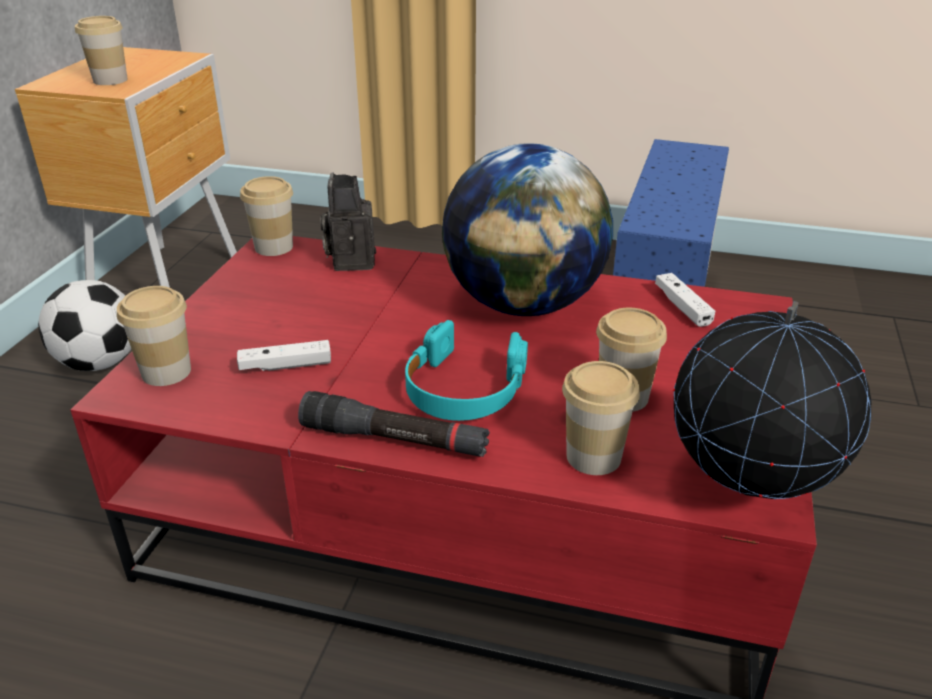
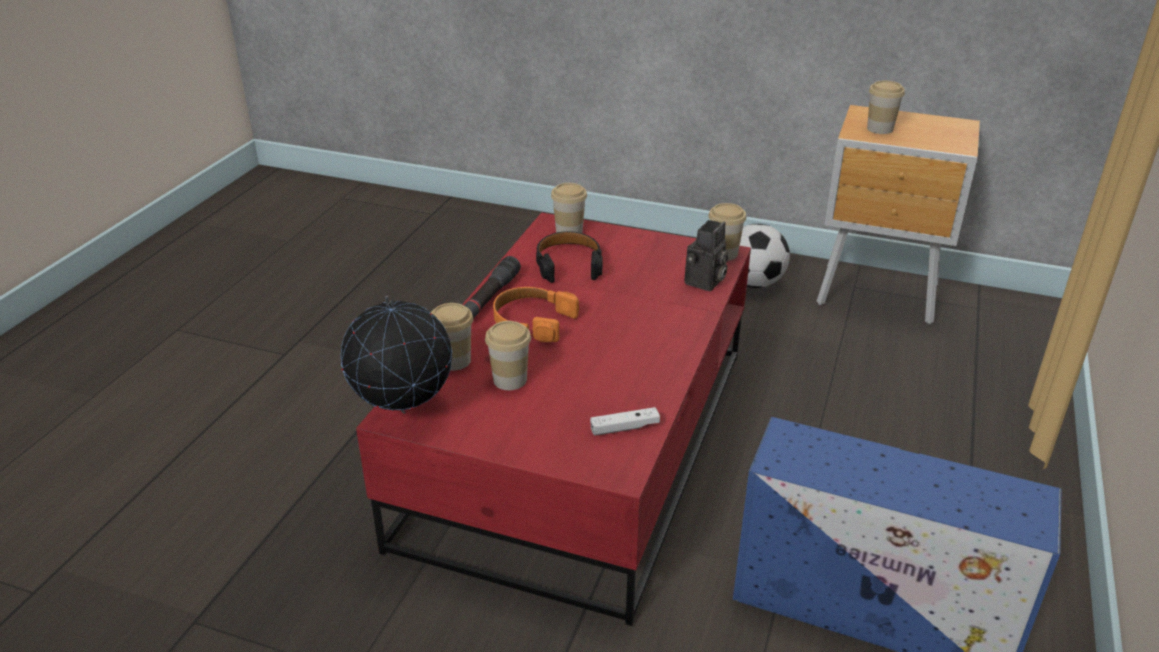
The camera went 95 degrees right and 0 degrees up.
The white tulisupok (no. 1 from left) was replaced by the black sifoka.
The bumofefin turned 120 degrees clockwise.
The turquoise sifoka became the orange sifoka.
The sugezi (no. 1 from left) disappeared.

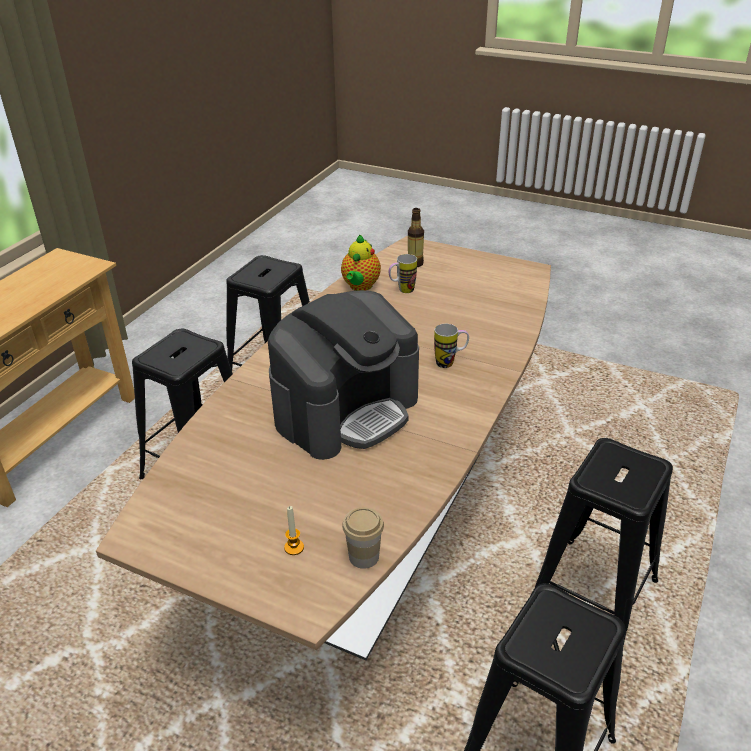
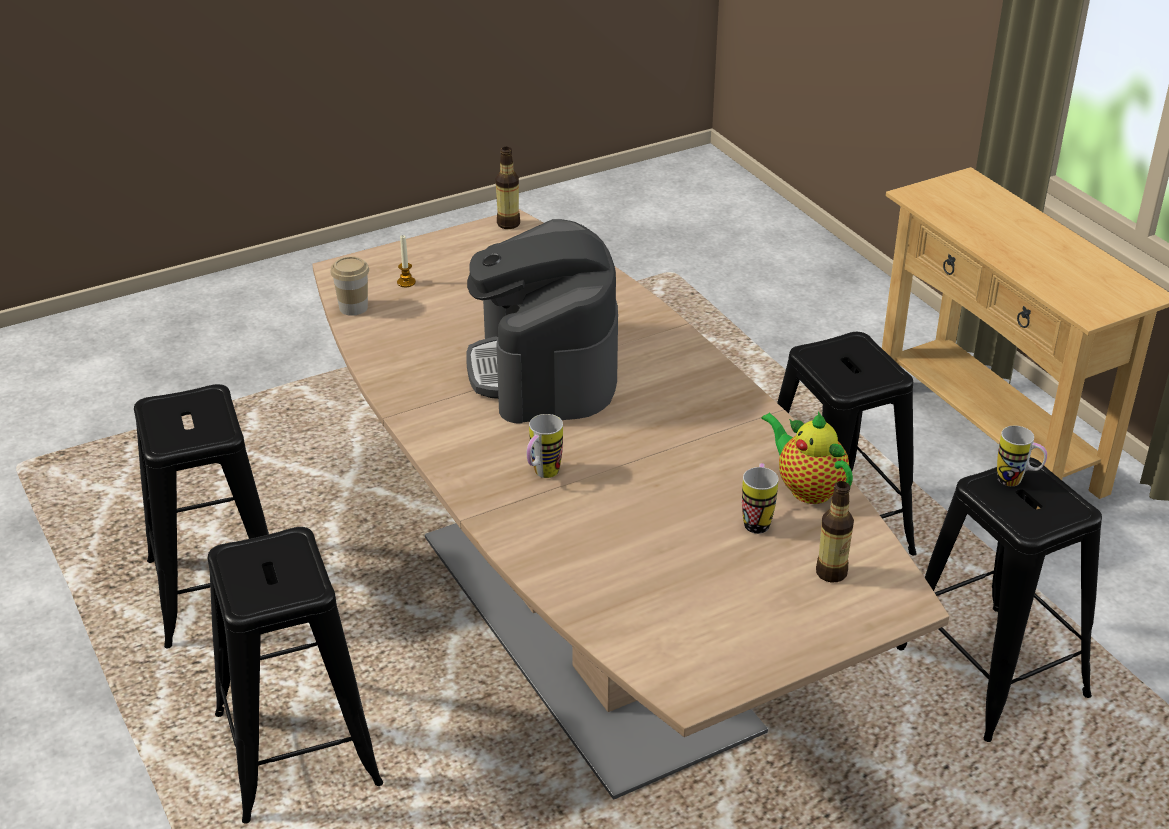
The camera went 125 degrees right and 0 degrees up.
The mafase (no. 1 from left) appeared.
The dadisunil (no. 3 from left) appeared.

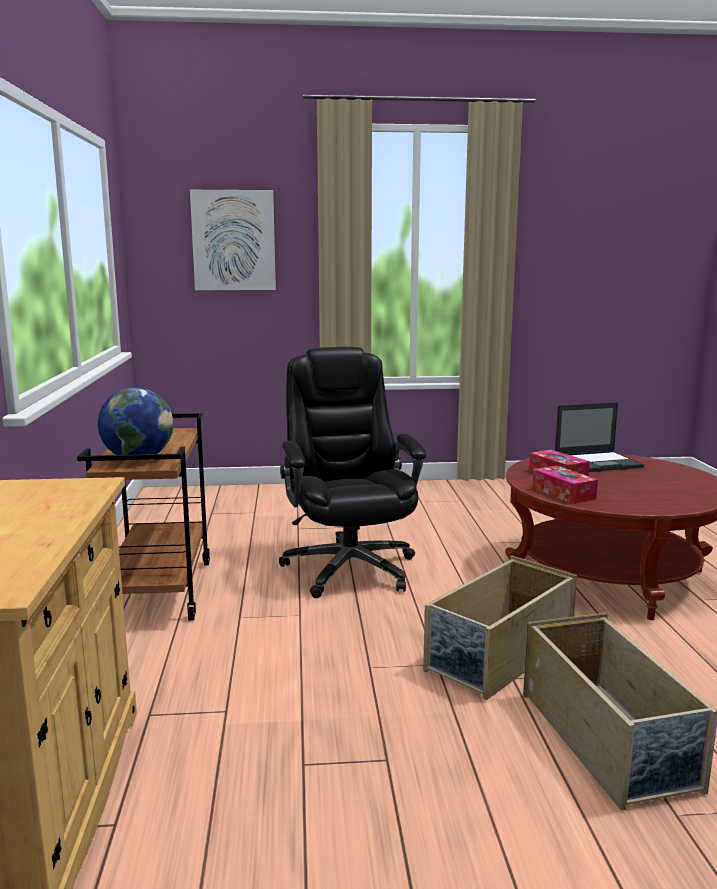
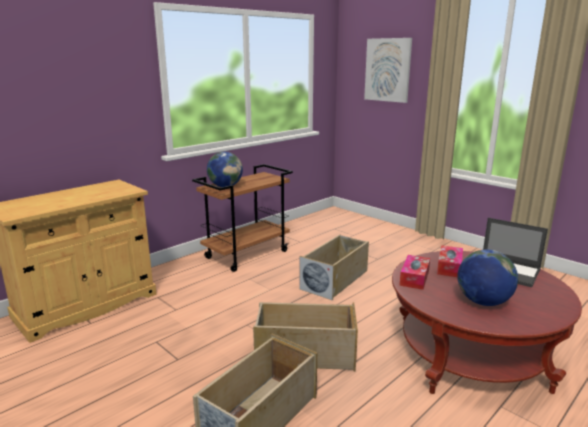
The camera went 50 degrees right and 5 degrees up.
The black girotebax was replaced by the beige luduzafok (no. 3 from left).
The sugezi (no. 2 from left) appeared.

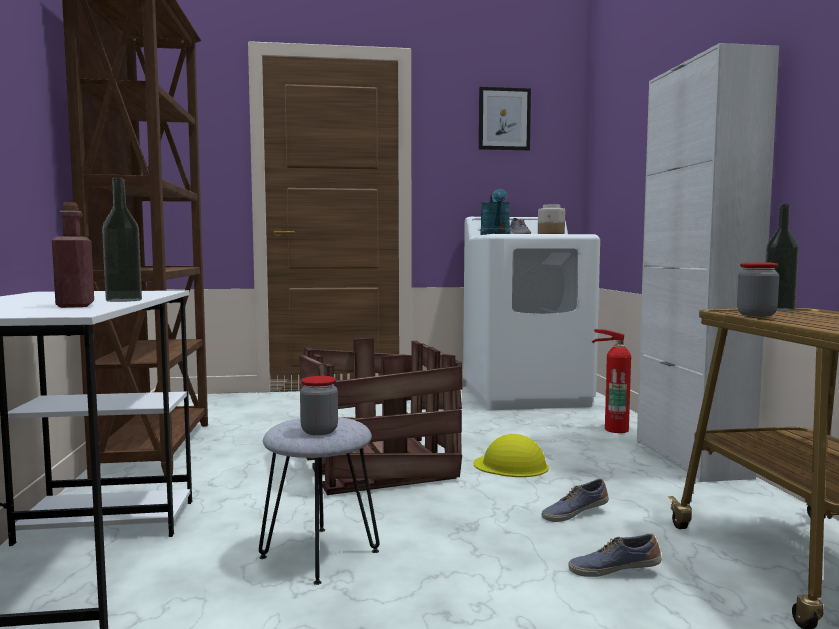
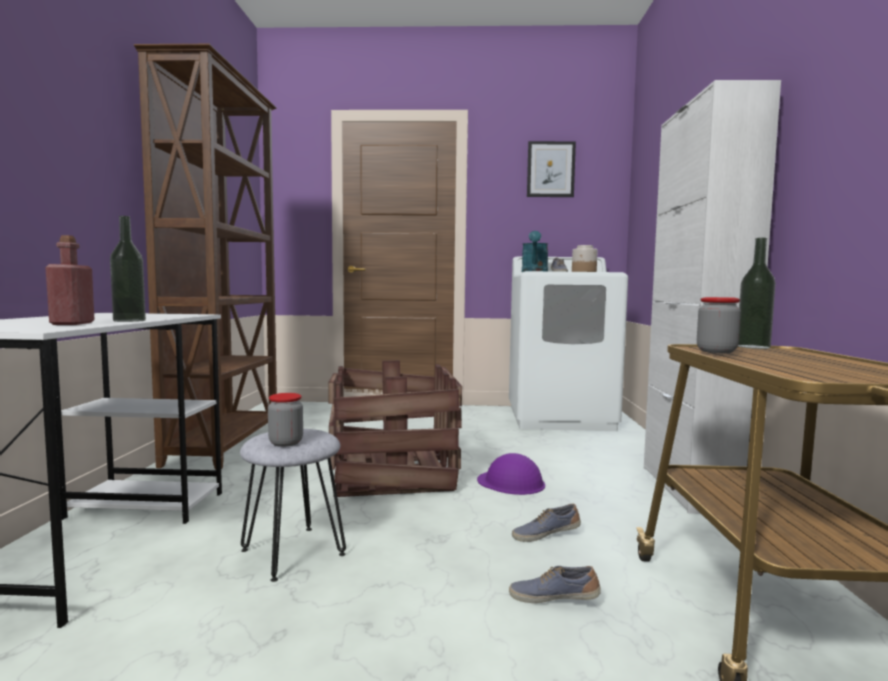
The camera went 10 degrees right and 0 degrees up.
The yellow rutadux became the purple rutadux.
The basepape disappeared.

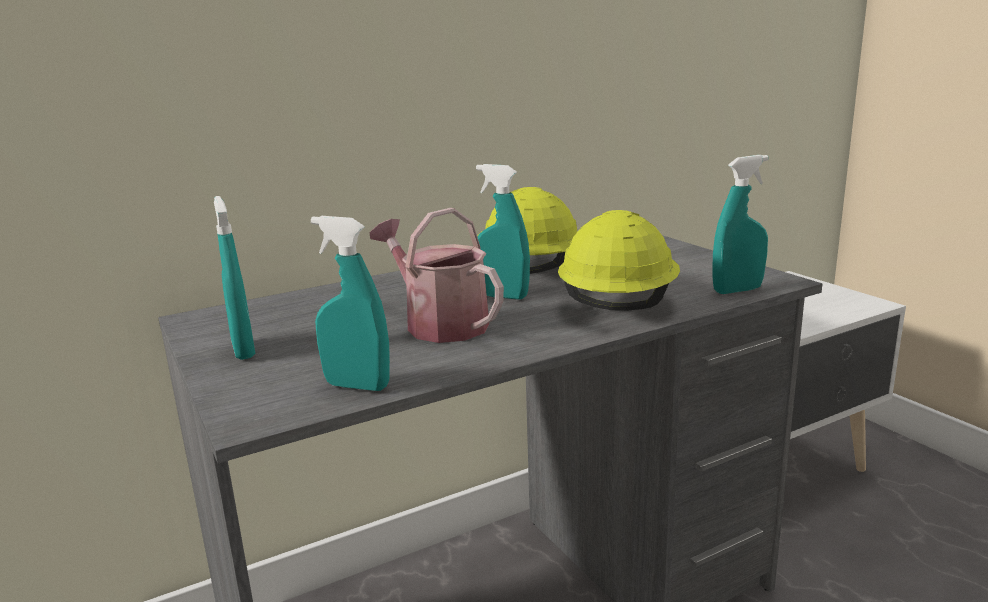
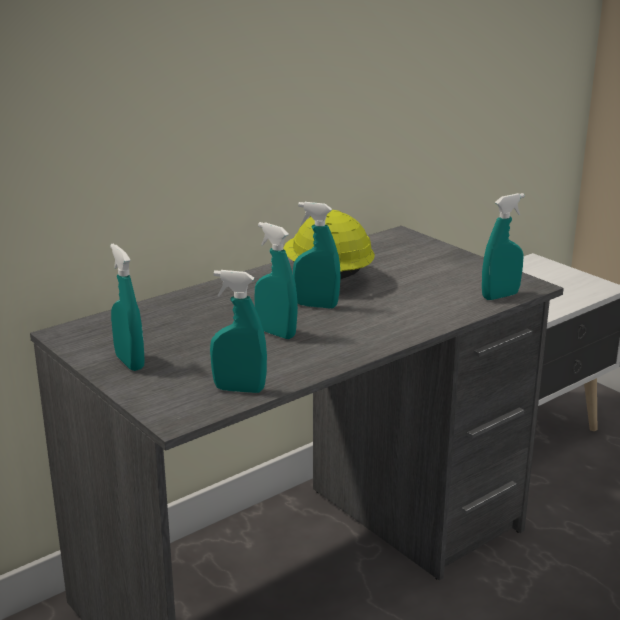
The camera went 10 degrees left and 5 degrees up.
The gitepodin was replaced by the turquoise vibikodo (no. 3 from left).
The yellow rutadux (no. 2 from left) disappeared.

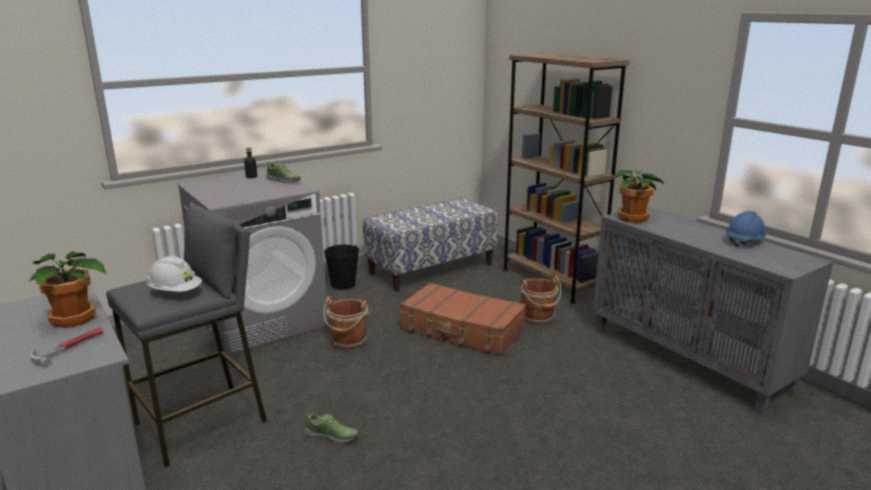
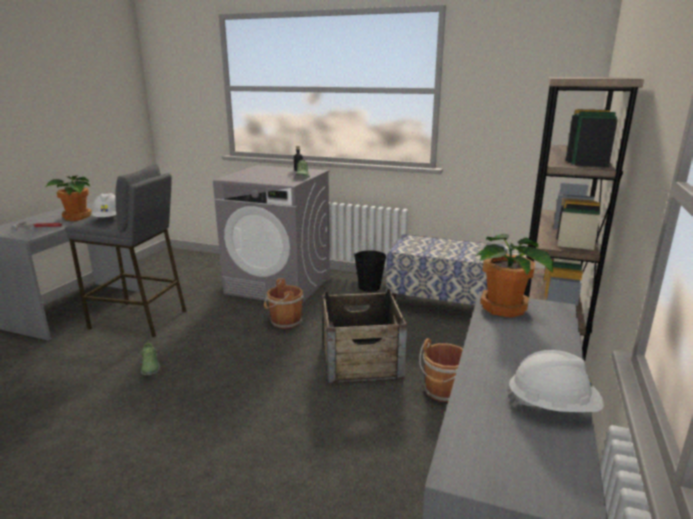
The camera went 55 degrees right and 0 degrees up.
The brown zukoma was replaced by the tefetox.
The blue rutadux became the white rutadux (no. 2 from left).

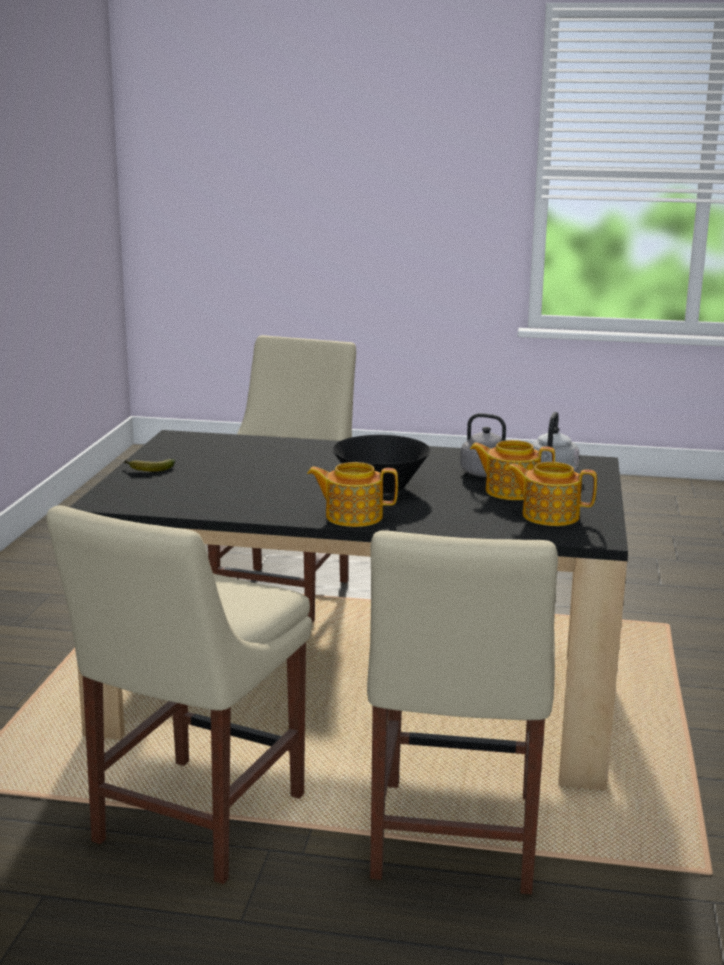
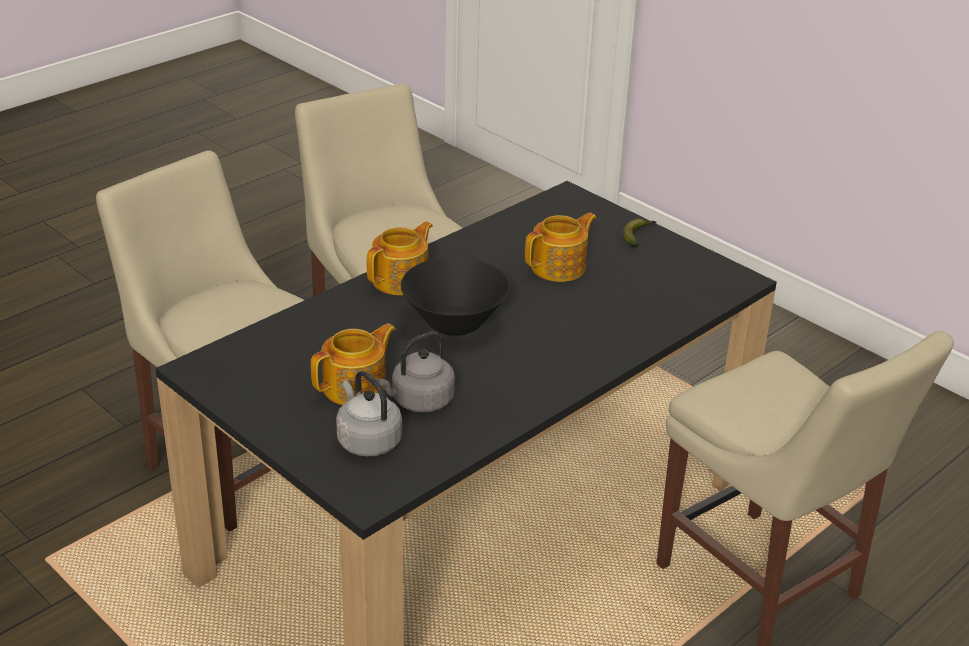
The camera went 125 degrees right and 15 degrees up.
The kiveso (no. 3 from left) moved.

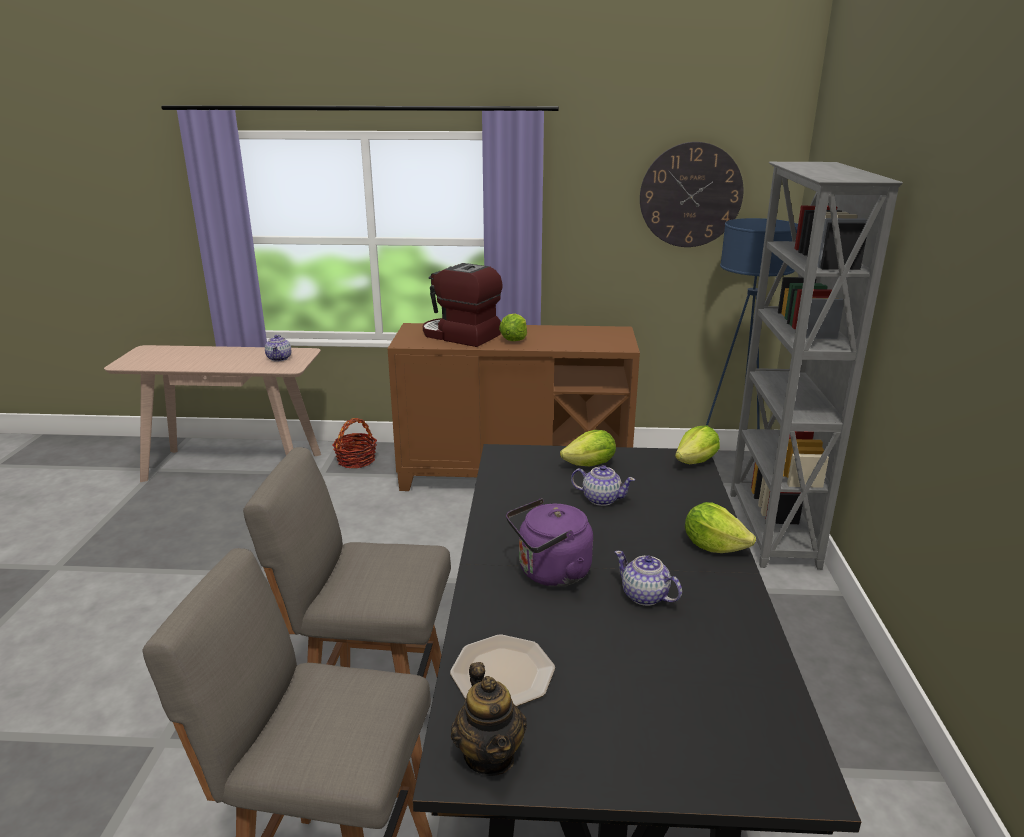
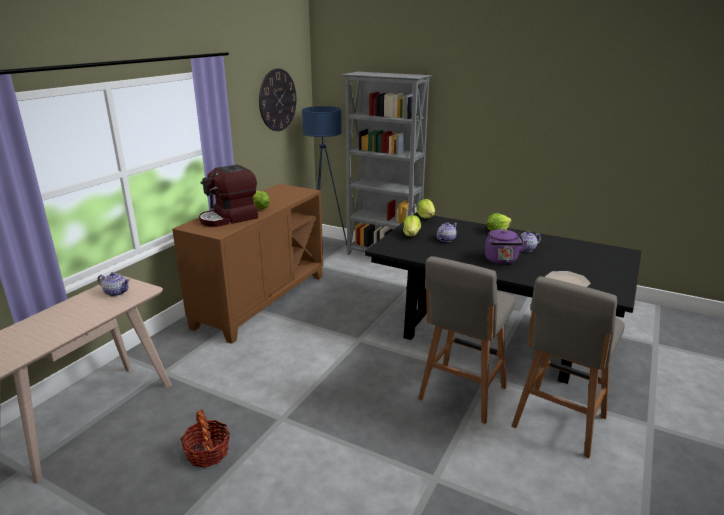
The camera went 65 degrees left and 0 degrees up.
The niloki moved.
The kiveso (no. 2 from left) disappeared.

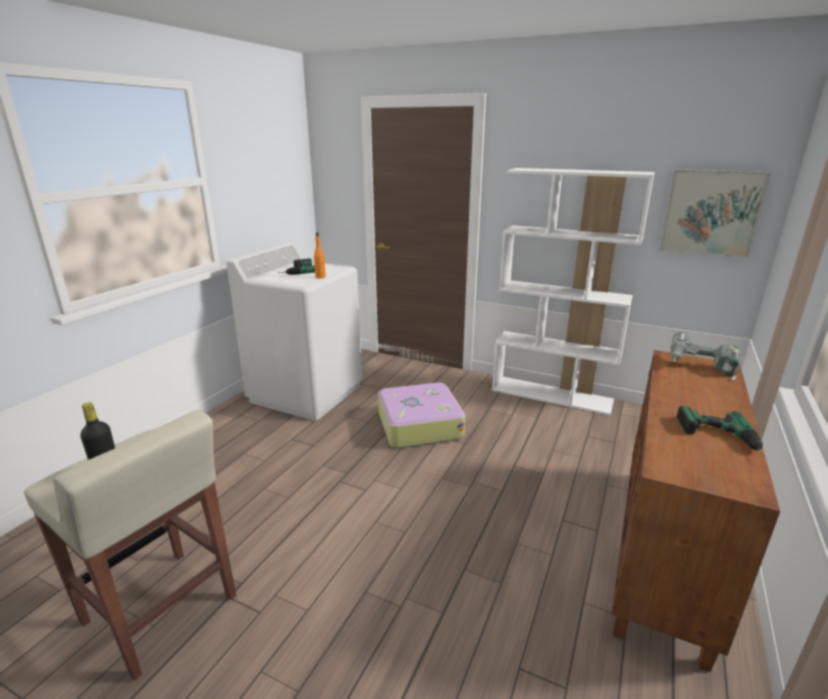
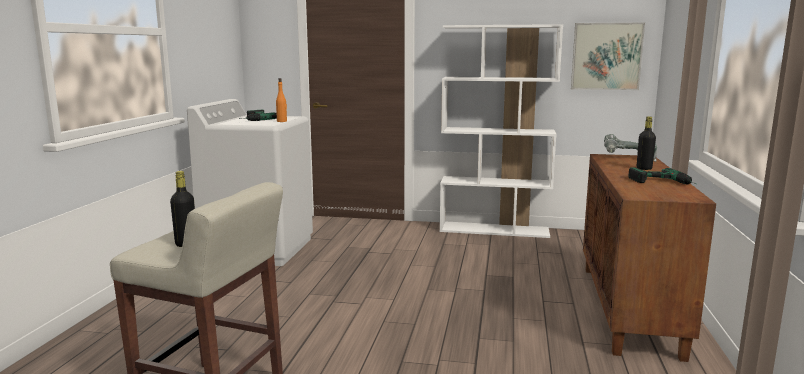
The camera went 15 degrees left and 10 degrees down.
The zukoma disappeared.
The black mafase (no. 2 from left) appeared.

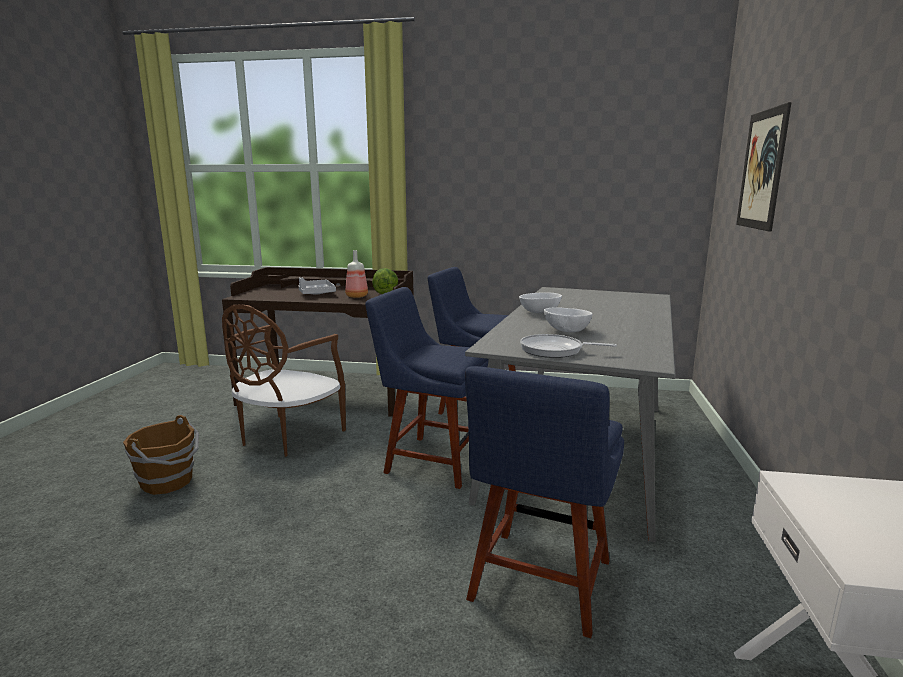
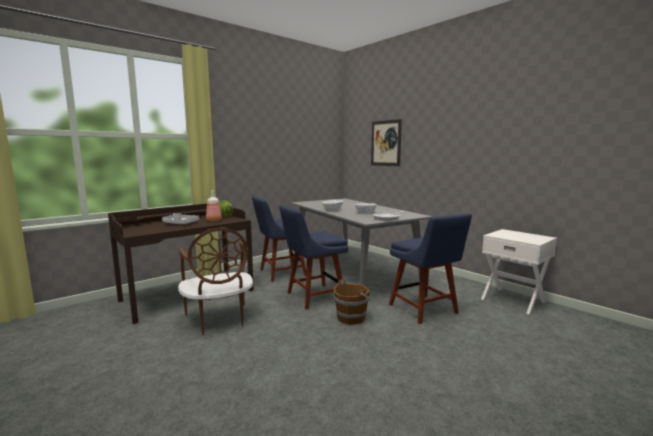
The camera went 50 degrees left and 5 degrees down.
The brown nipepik moved.

